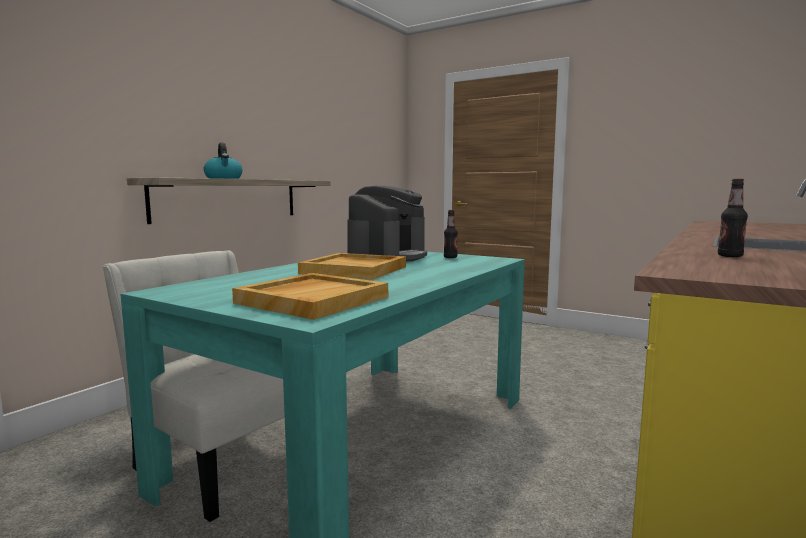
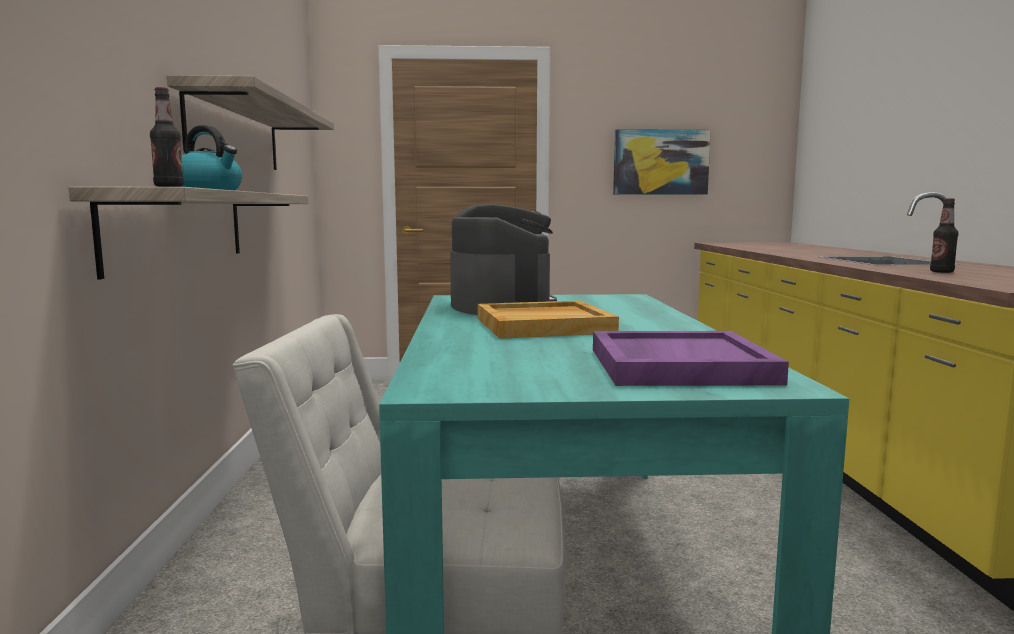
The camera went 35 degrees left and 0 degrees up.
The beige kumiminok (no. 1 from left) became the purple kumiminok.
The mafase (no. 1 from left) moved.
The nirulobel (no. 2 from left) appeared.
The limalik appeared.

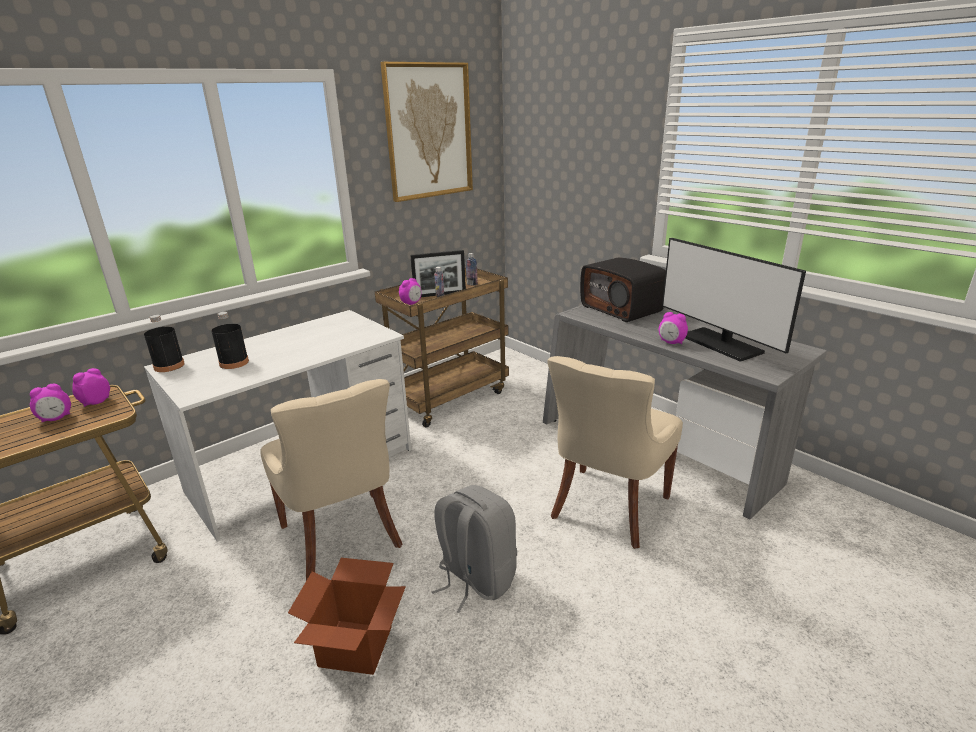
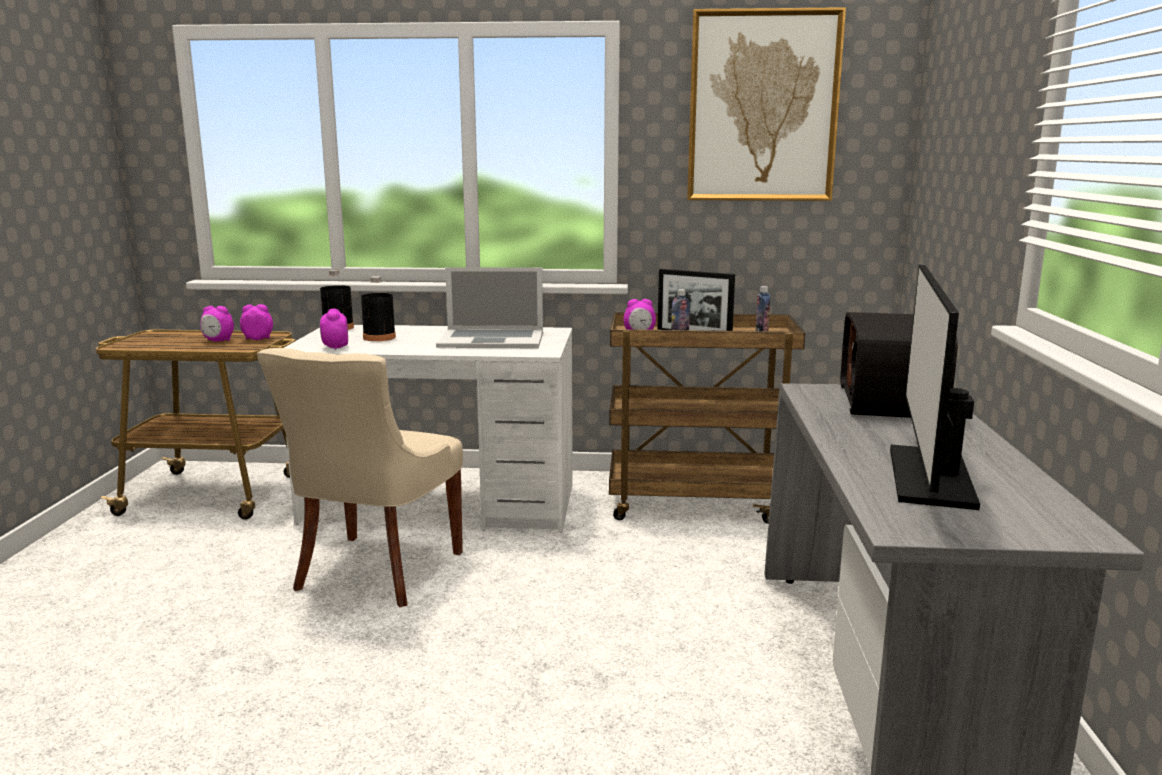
The camera went 45 degrees right and 10 degrees down.
The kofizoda disappeared.
The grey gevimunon disappeared.
The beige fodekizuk (no. 2 from left) disappeared.
The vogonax (no. 4 from left in the first image) moved.
The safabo appeared.

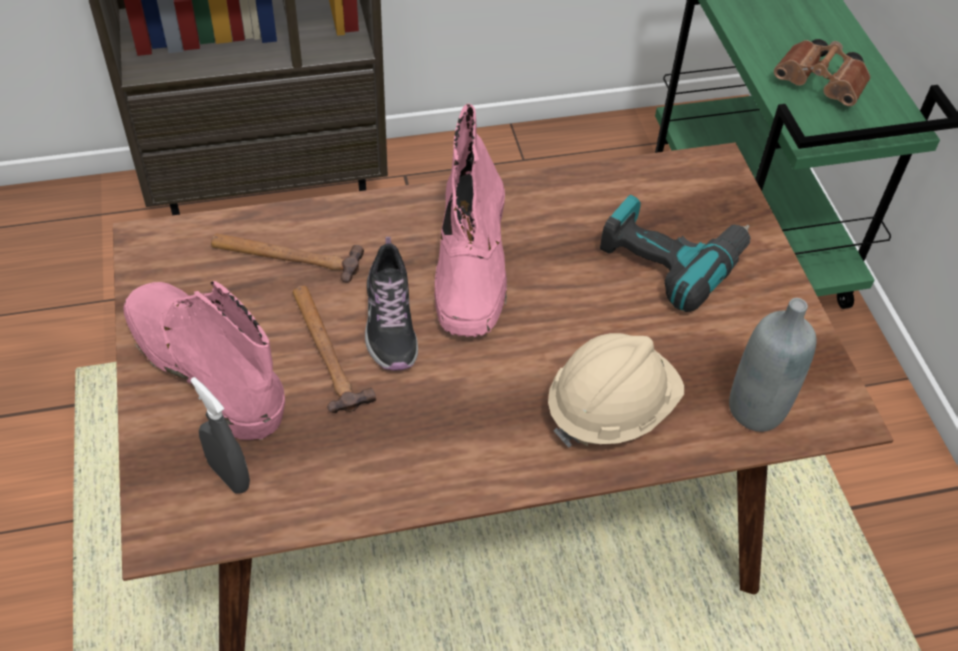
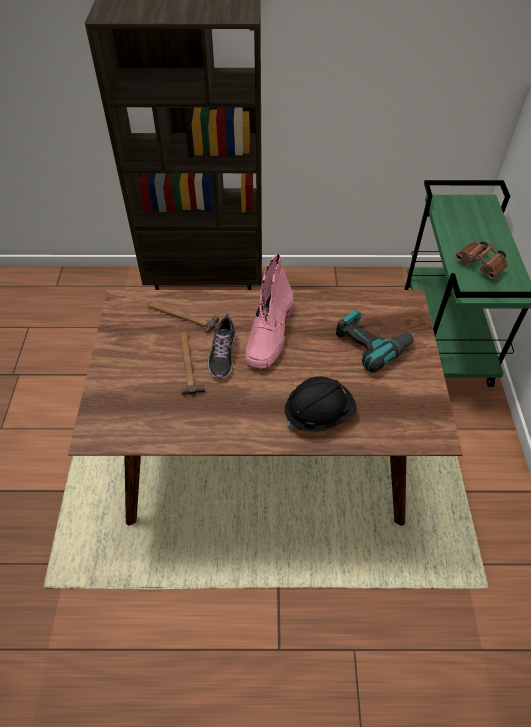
The camera went 15 degrees right and 0 degrees up.
The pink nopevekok (no. 1 from left) disappeared.
The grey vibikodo disappeared.
The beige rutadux became the black rutadux.
The grey mafase disappeared.

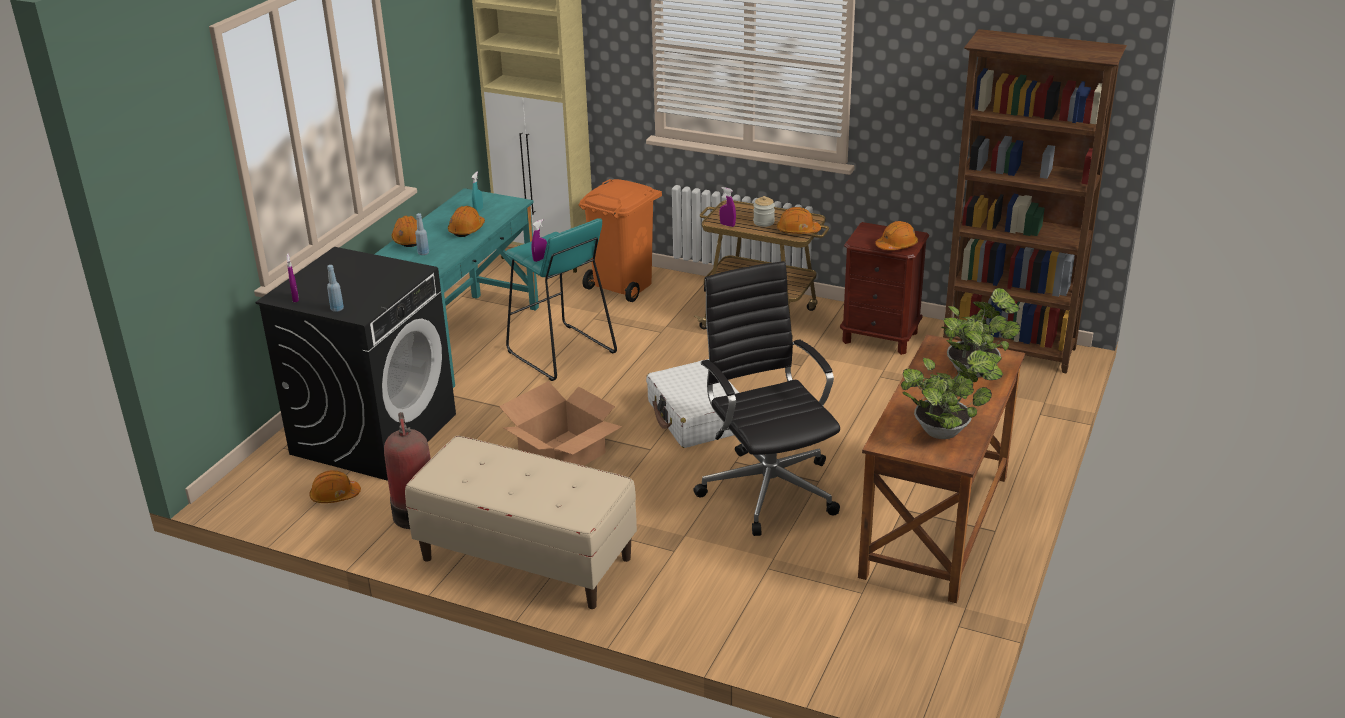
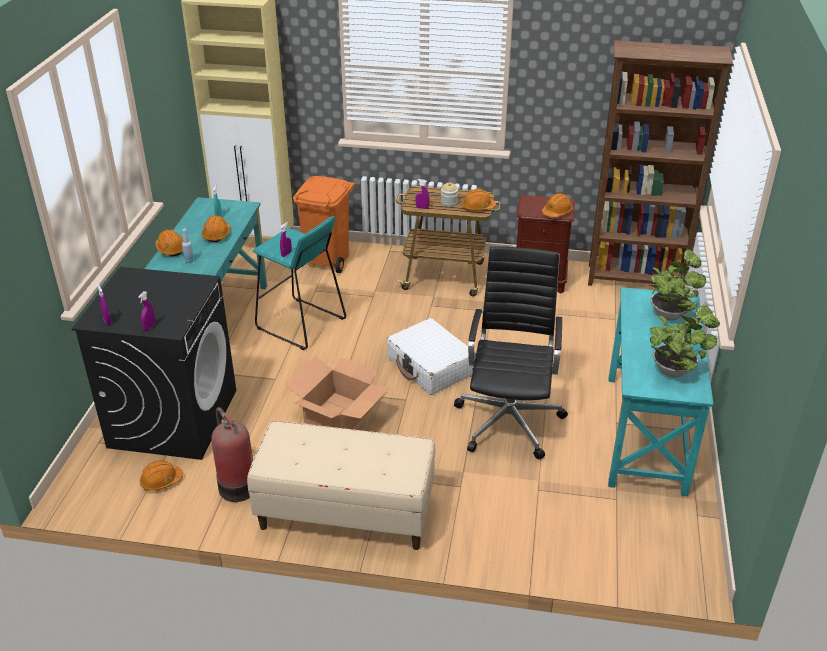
The camera went 15 degrees left and 5 degrees up.
The blue mafase (no. 1 from left) was replaced by the purple vibikodo (no. 2 from left).
The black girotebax turned 45 degrees clockwise.
The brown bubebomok became the turquoise bubebomok (no. 2 from left).

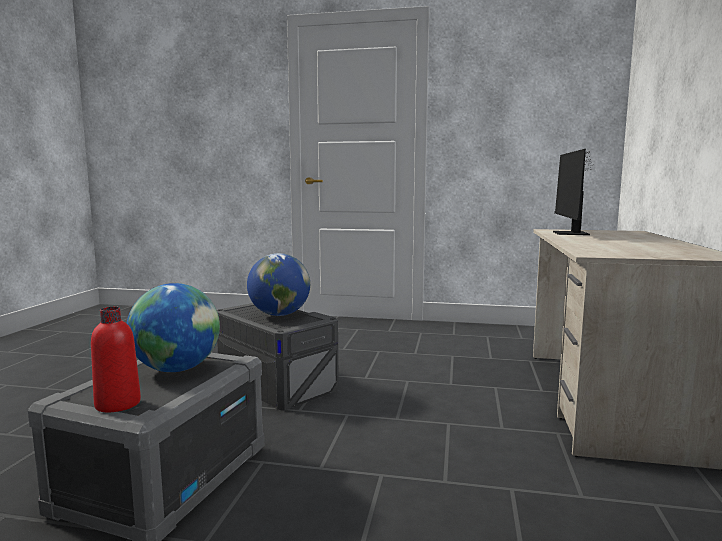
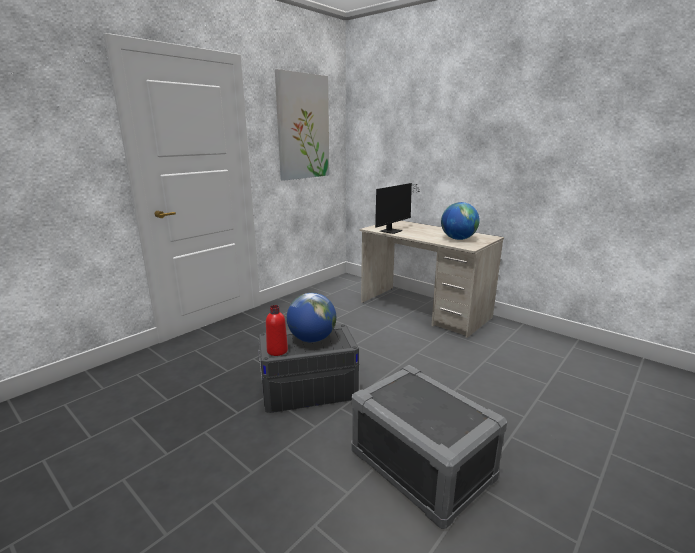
The camera went 60 degrees left and 10 degrees up.
The red mafase moved.
The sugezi (no. 1 from left in the first image) moved.
The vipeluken turned 90 degrees counterclockwise.
The limalik appeared.

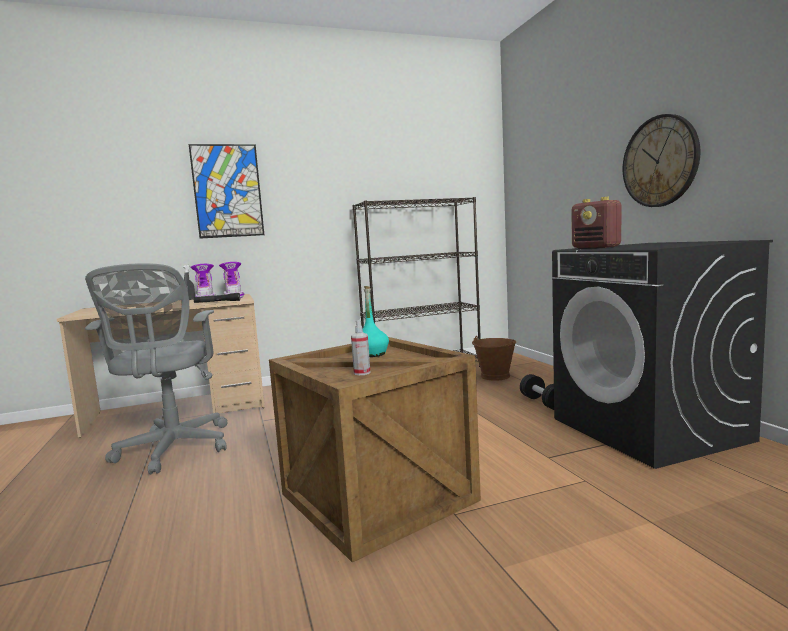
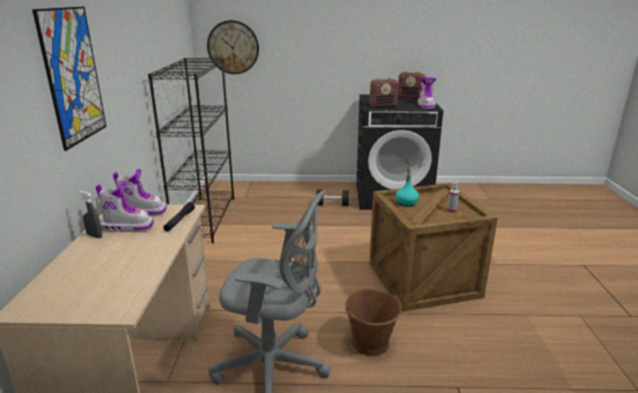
The camera went 70 degrees left and 15 degrees up.
The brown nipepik moved.
The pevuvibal moved.
The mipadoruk (no. 2 from left) appeared.
The nopevekok (no. 3 from left) appeared.

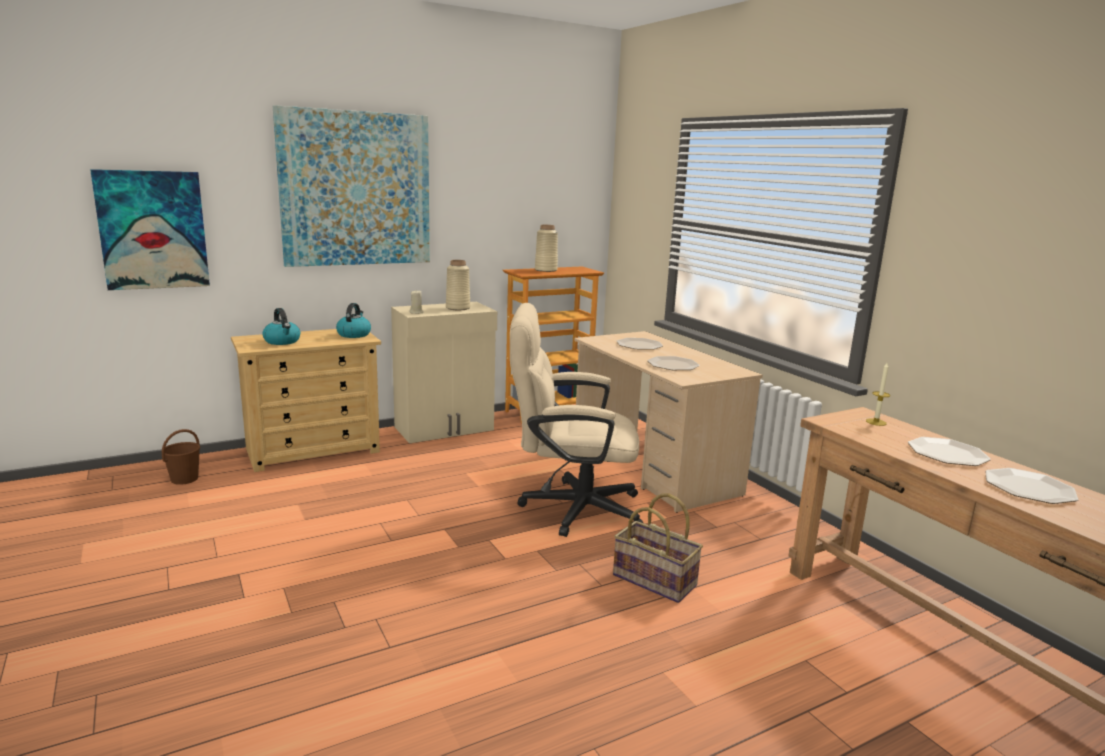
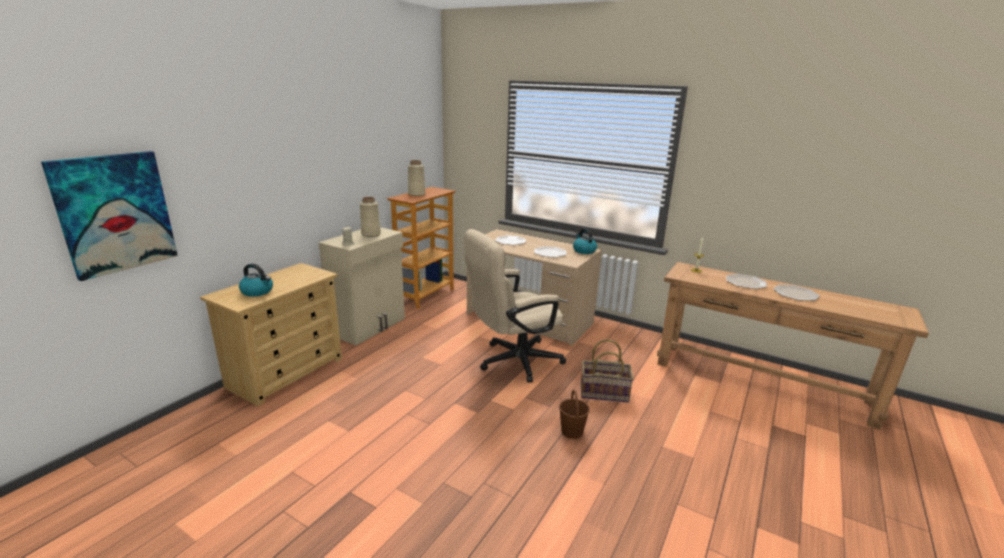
The camera went 30 degrees left and 5 degrees up.
The brown nipepik moved.
The limalik (no. 2 from left) disappeared.
The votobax (no. 2 from left) moved.

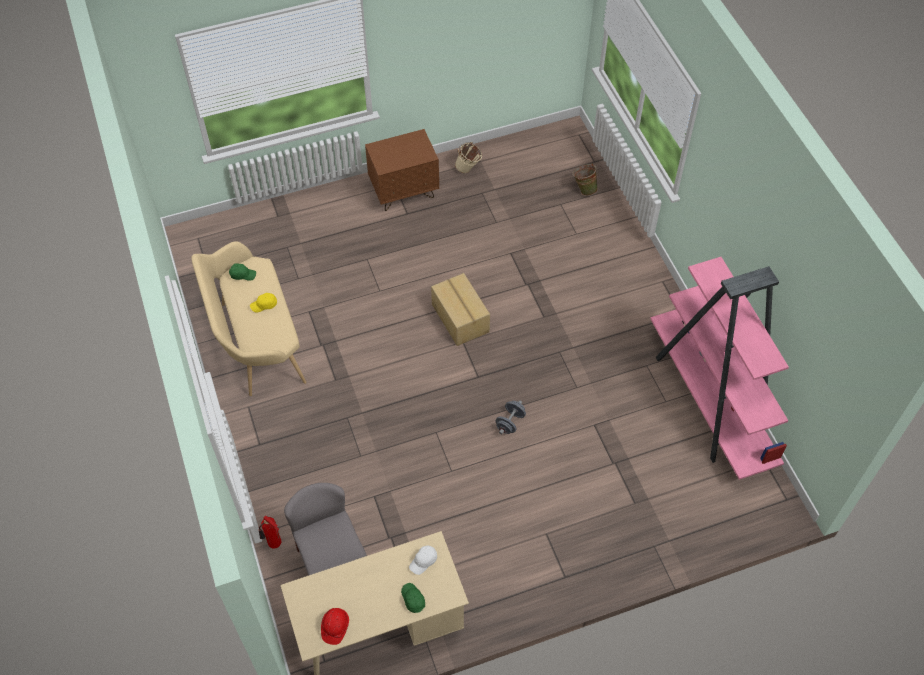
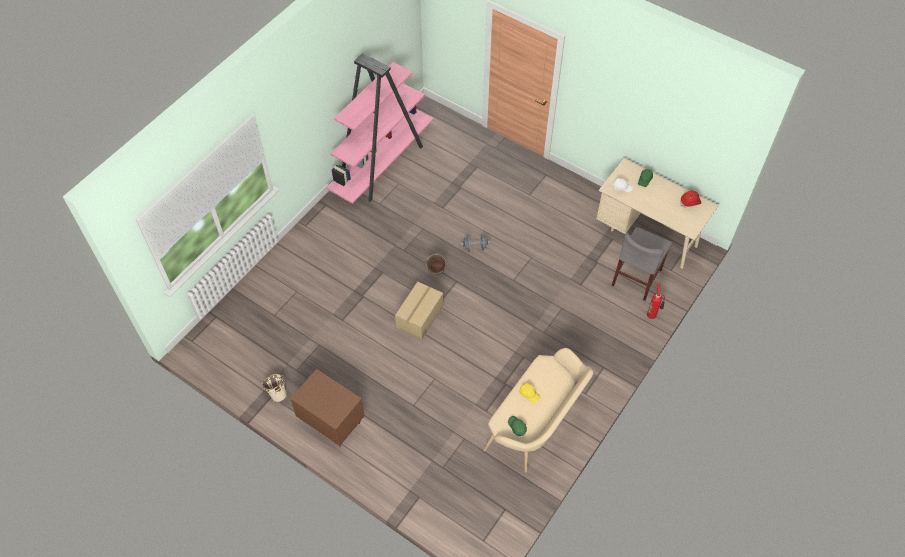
The camera went 125 degrees left and 0 degrees up.
The green nipepik moved.

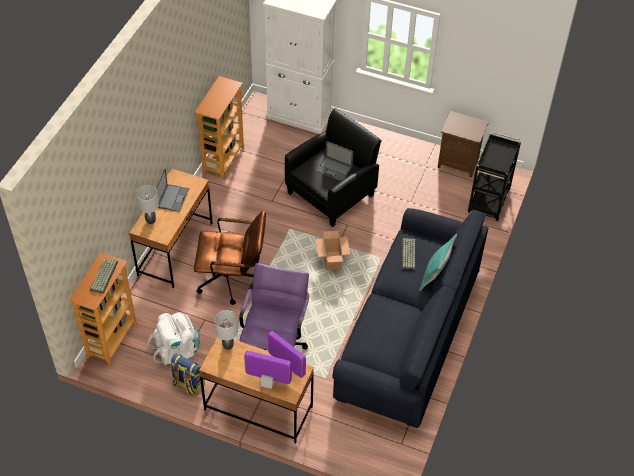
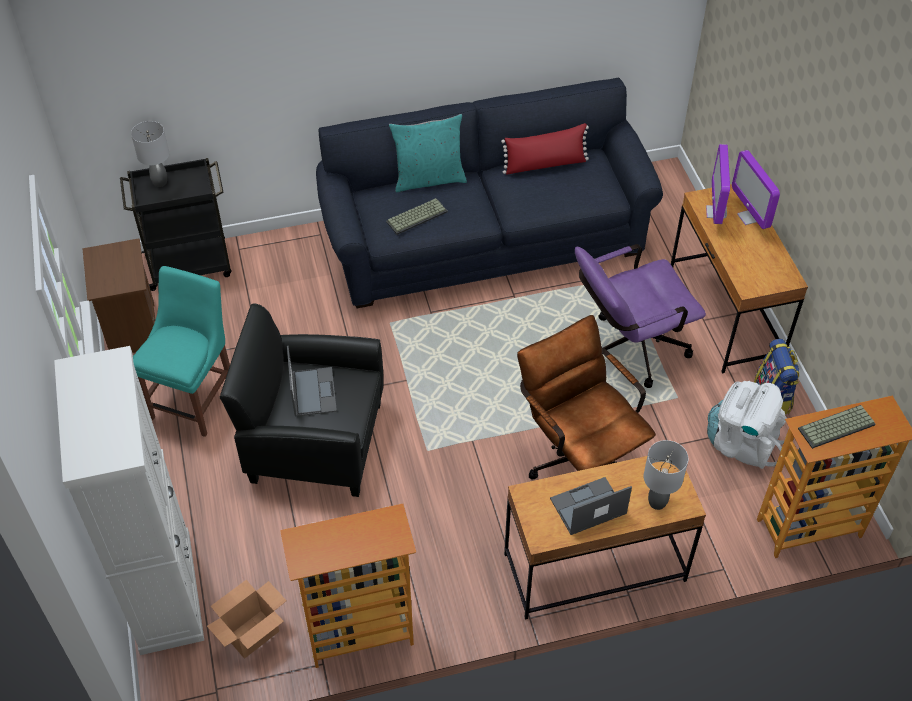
The camera went 125 degrees left and 0 degrees up.
The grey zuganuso (no. 2 from left in the first image) moved.
The kofizoda moved.
The turquoise fodekizuk appeared.
The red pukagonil appeared.

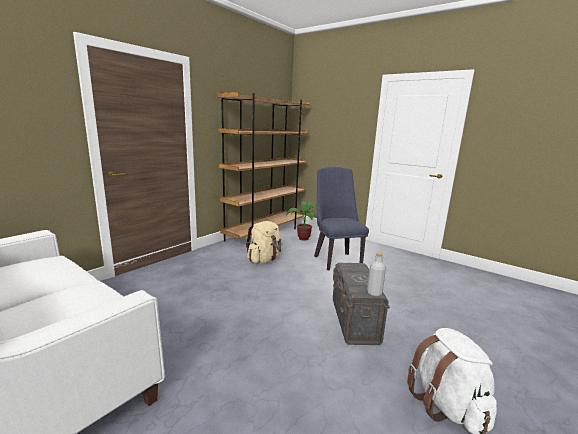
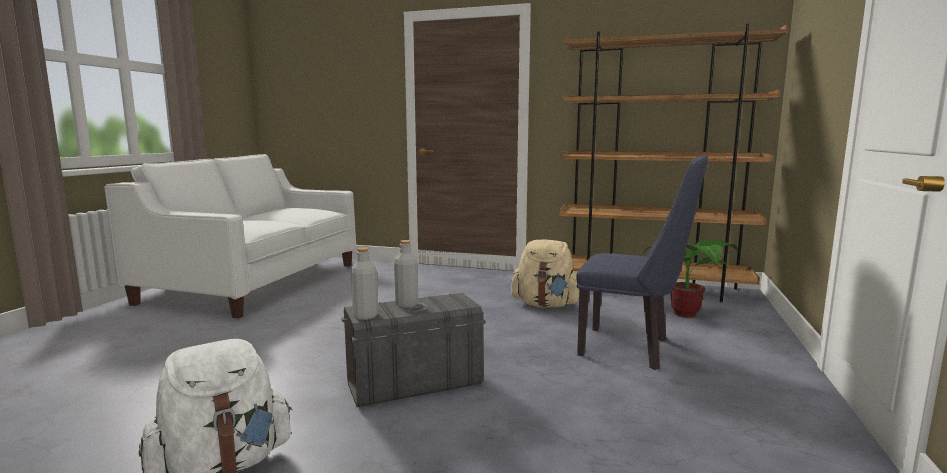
The camera went 70 degrees right and 5 degrees down.
The blue fodekizuk turned 60 degrees clockwise.
The grey mafase (no. 2 from left) appeared.

